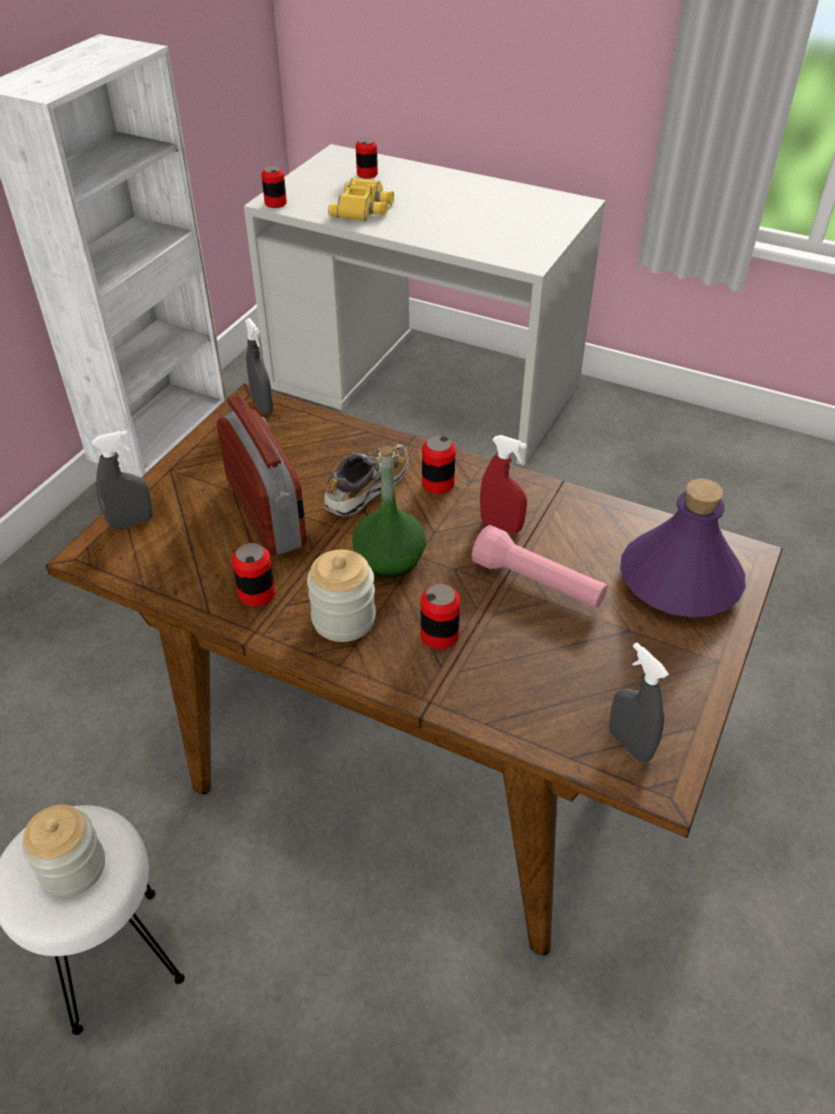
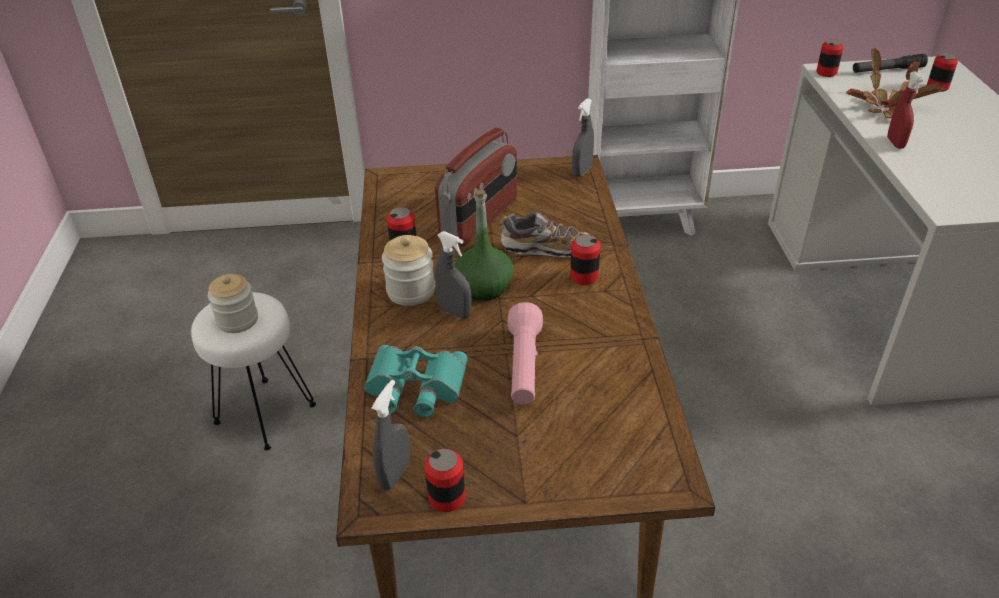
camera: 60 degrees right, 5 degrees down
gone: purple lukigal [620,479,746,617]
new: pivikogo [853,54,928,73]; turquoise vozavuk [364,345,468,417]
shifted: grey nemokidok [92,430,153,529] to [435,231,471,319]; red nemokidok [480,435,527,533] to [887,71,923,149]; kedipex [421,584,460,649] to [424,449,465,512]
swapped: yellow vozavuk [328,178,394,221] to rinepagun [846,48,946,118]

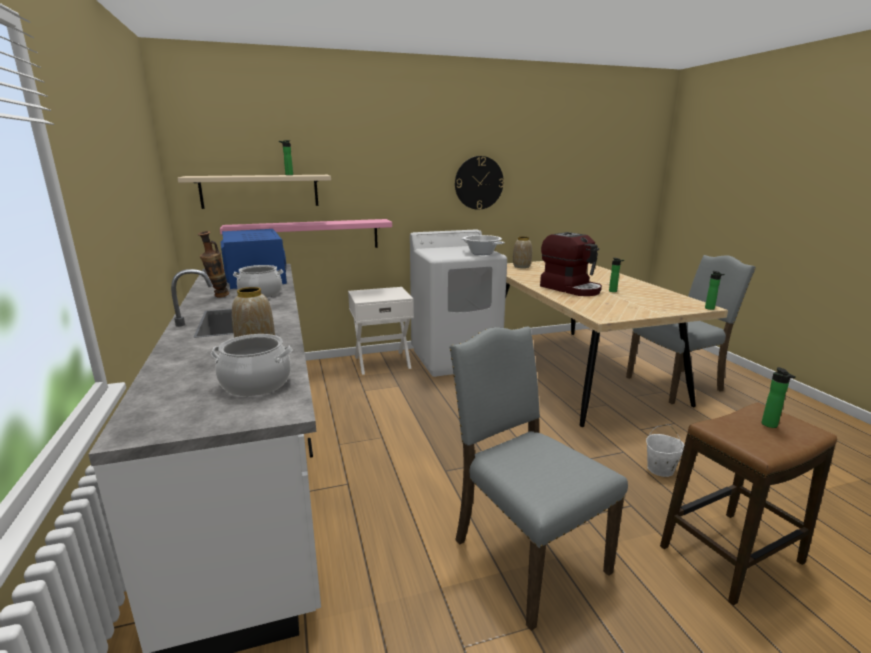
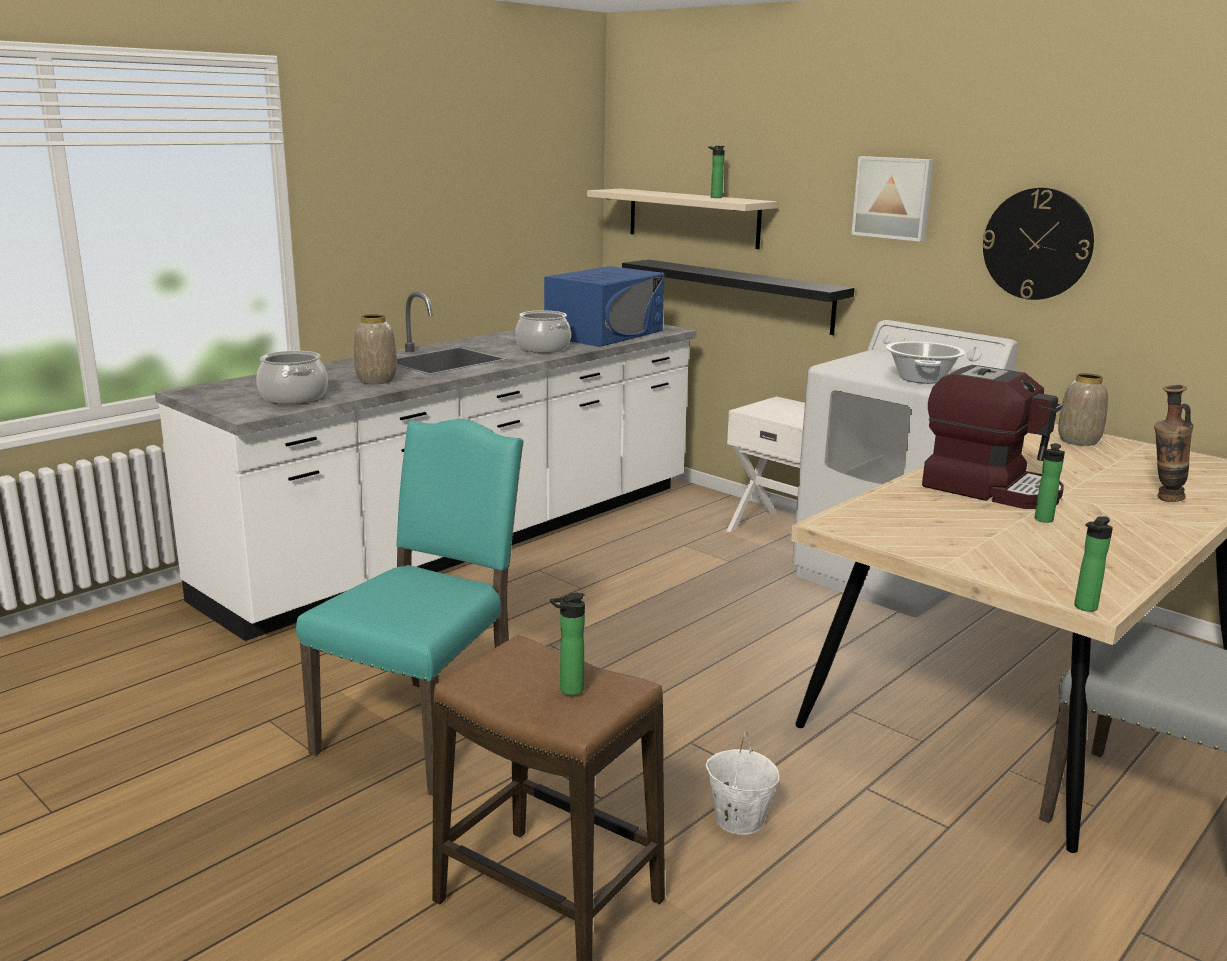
camera: 60 degrees right, 0 degrees up
new: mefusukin [851,156,934,242]
shifted: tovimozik [198,231,229,298] to [1154,385,1194,502]
repainted: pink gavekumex [220,219,392,248] to black gavekumex [622,260,854,335]; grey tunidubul [449,326,628,631] to turquoise tunidubul [296,419,524,796]
rotated: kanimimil [540,232,602,296] = [922,365,1064,509] 75 degrees counterclockwise

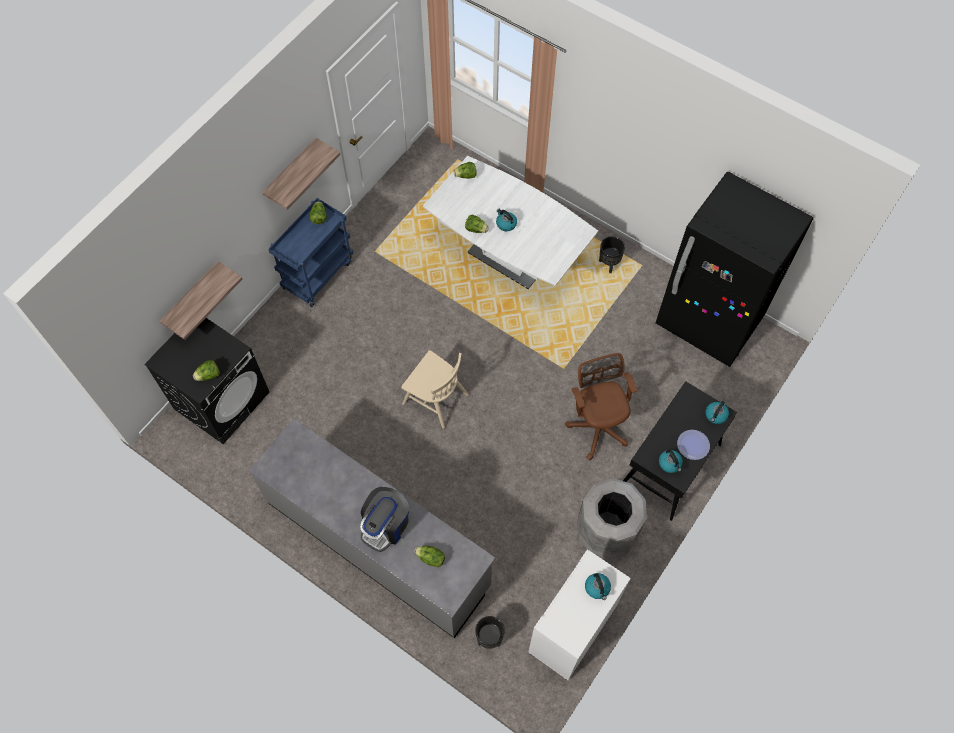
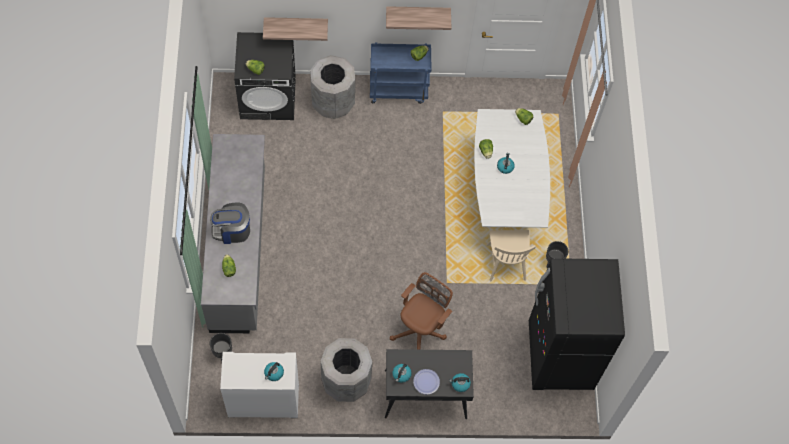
camera: 50 degrees right, 0 degrees up
new: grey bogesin [310,55,355,119]
shifted: beige tunidubul [401,350,469,428] to [486,230,536,281]

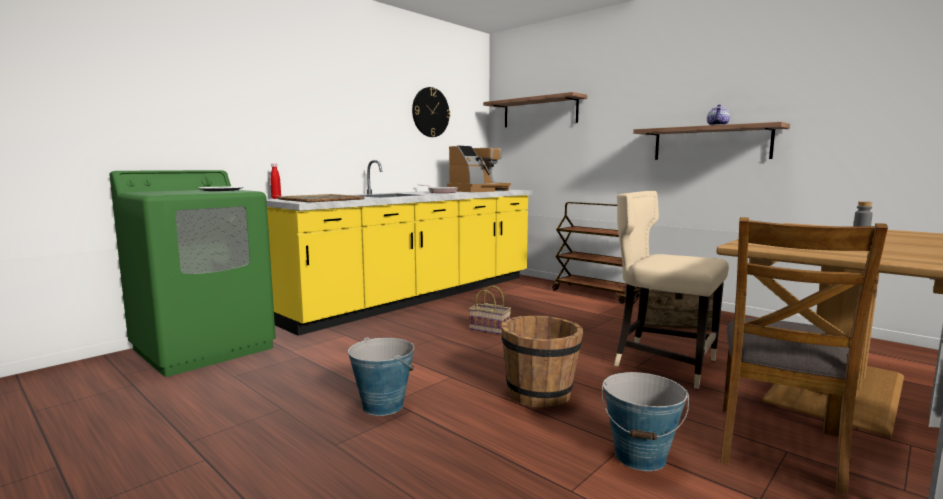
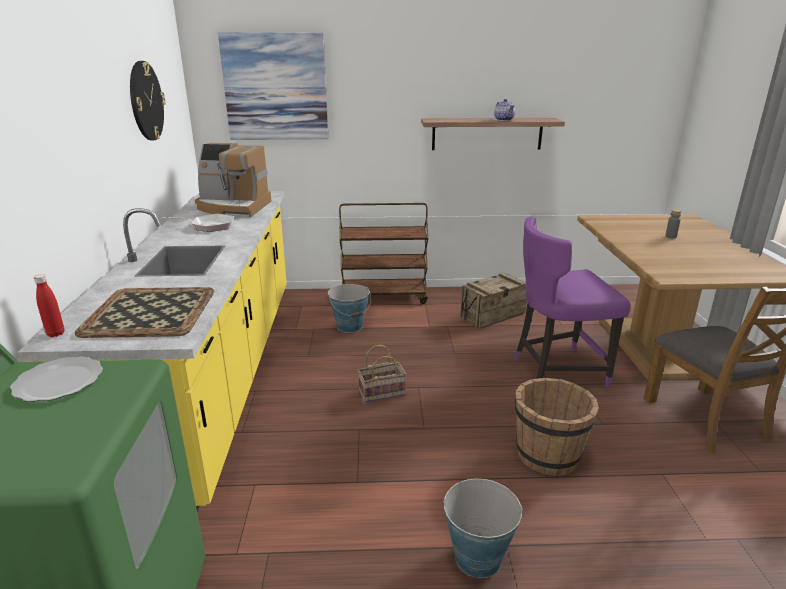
camera: 45 degrees left, 15 degrees up
shifted: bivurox [602,372,689,471] to [328,284,371,333]
swapped: gavekumex [483,92,588,127] to mefusukin [218,32,328,140]
repainted: beige tunidubul [614,191,729,389] to purple tunidubul [514,217,631,388]
rotated: kanimimil [447,146,511,192] = [195,143,271,217] 105 degrees clockwise

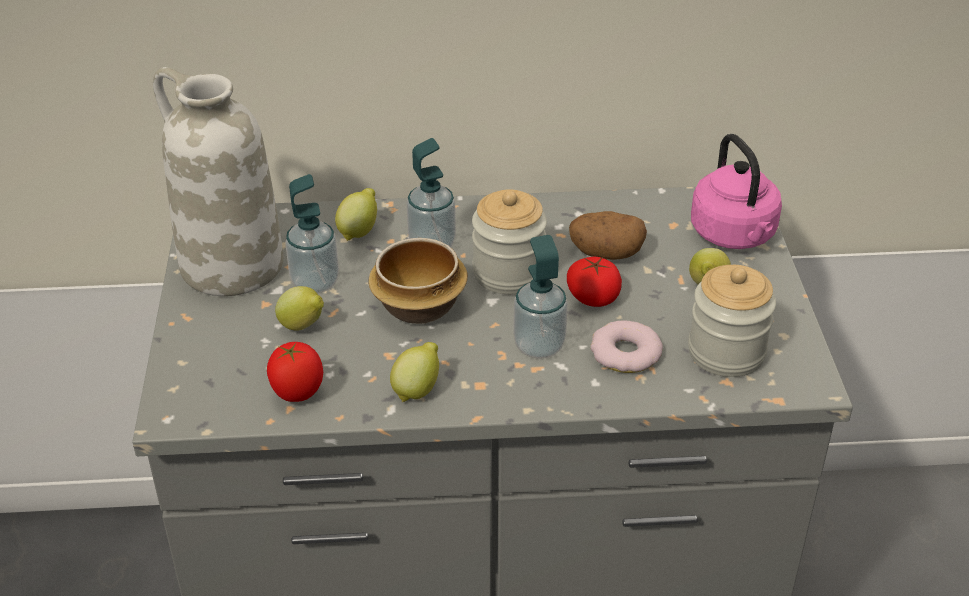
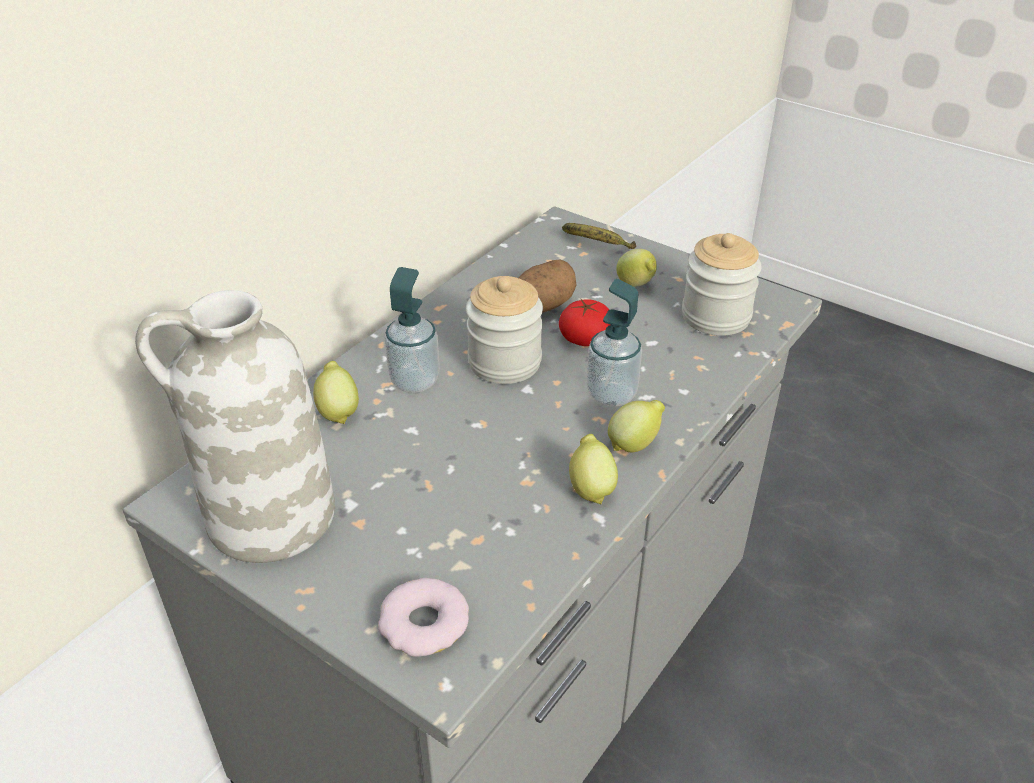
camera: 50 degrees left, 0 degrees up
gone: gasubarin [285,174,339,294]; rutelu [368,238,468,324]; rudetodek [267,342,323,402]
shifted: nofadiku [275,286,324,331] to [608,400,665,452]; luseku [590,321,663,373] to [378,578,469,657]
swapped: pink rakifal [691,134,782,249] to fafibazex [562,223,636,249]

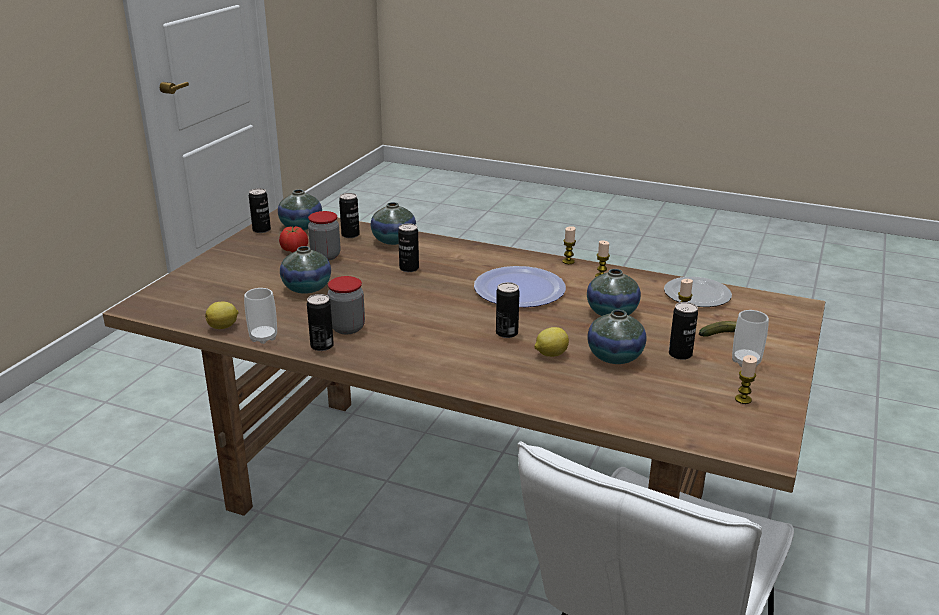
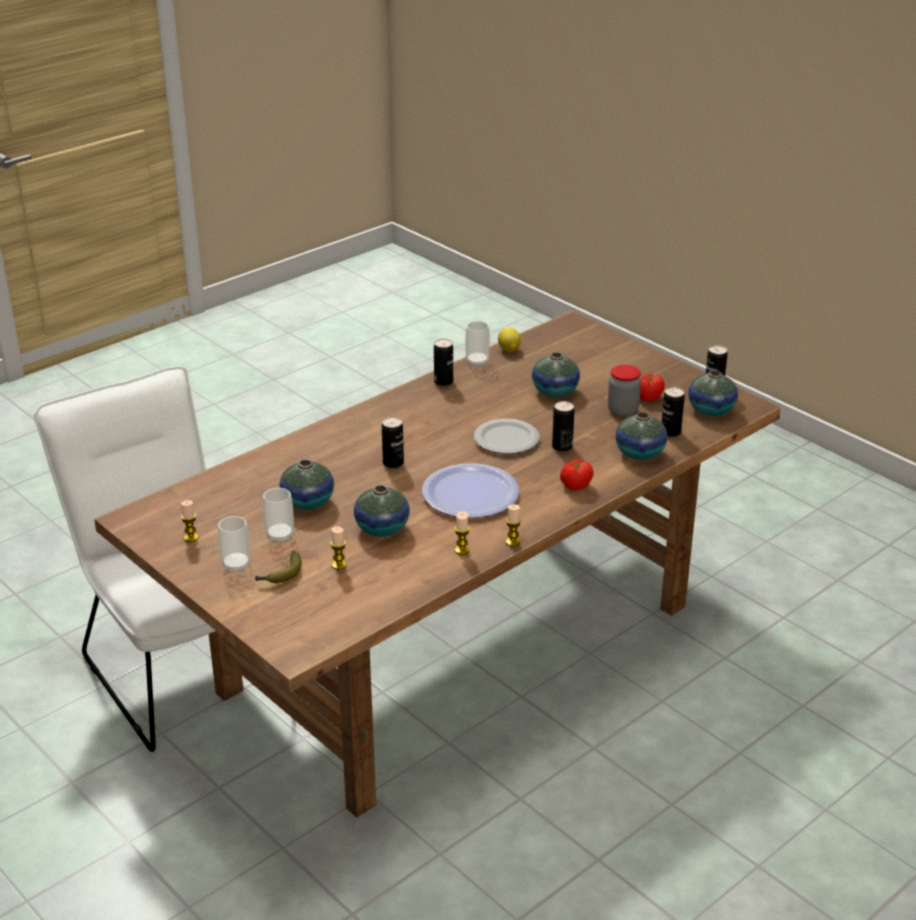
camera: 115 degrees right, 5 degrees up
gone: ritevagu [327,276,365,334]; nofadiku [534,327,569,357]
new: rudetodek [560,459,593,490]
shifted: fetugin [664,277,732,307] to [474,419,540,454]
swapped: kedipex [669,302,698,360] to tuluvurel [263,488,294,543]

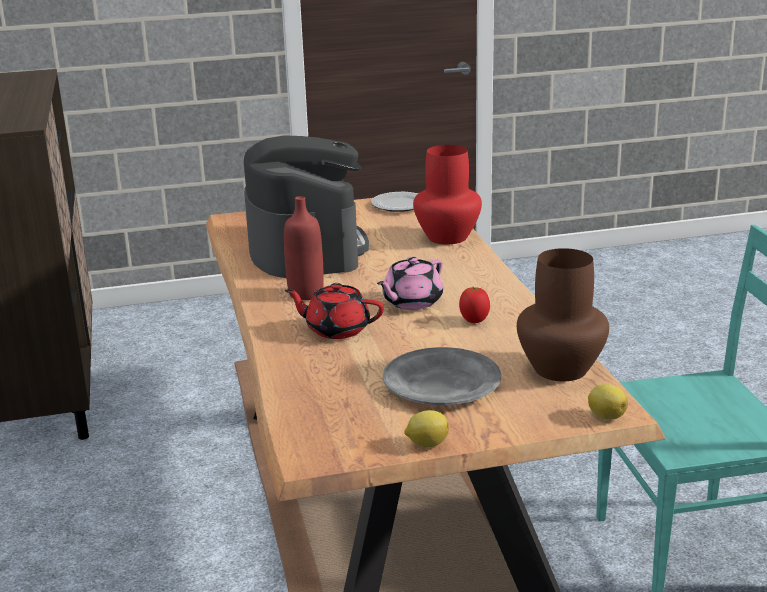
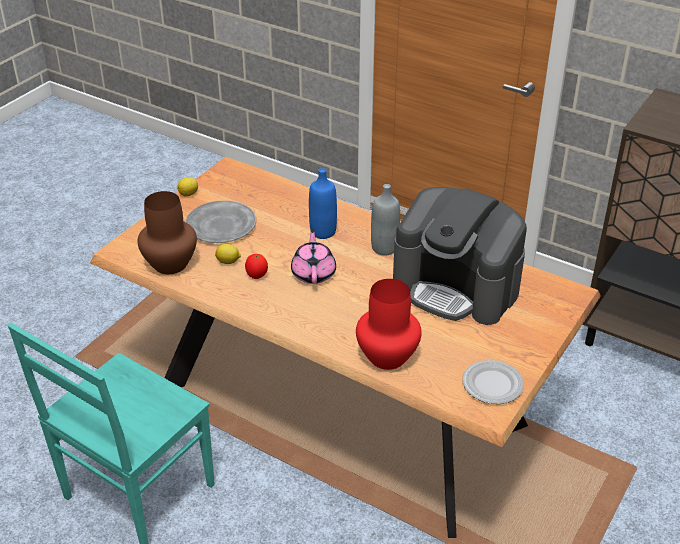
camera: 135 degrees right, 15 degrees up
shifted: nofadiku [588,384,628,420] to [215,244,241,264]
swapped: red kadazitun [284,283,384,339] to blue lukigal [309,168,337,239]
repainted: red lukigal [284,196,324,300] to grey lukigal [371,184,400,256]

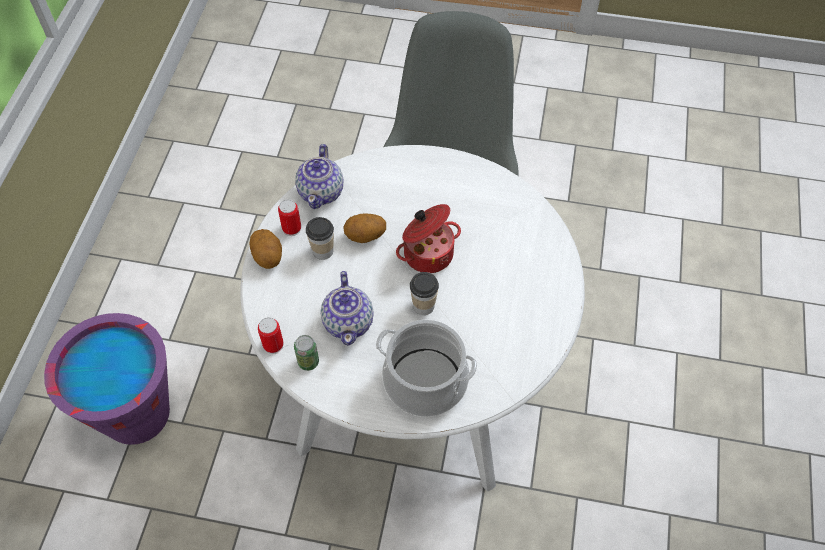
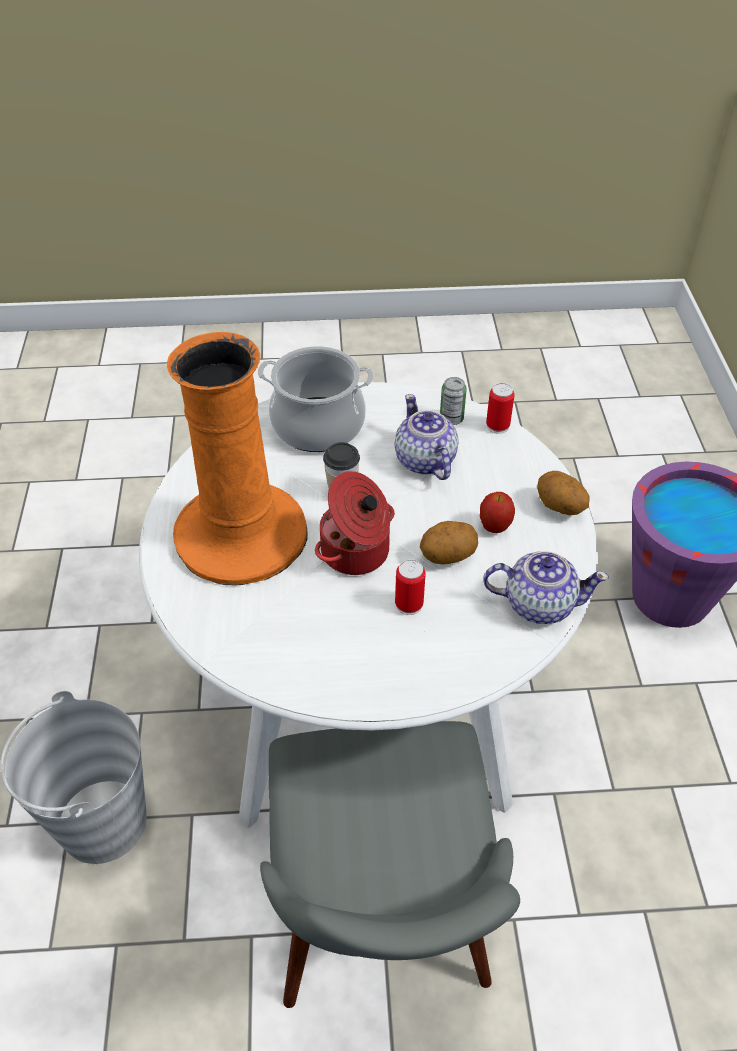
camera: 165 degrees right, 10 degrees down
new: orange tovimozik [167,332,308,585]; grey bivurox [0,691,147,864]
shifted: kedipex [278,199,301,236] to [395,559,425,615]
swapped: tuluvurel [306,217,334,260] to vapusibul [480,492,515,533]
rotated: kadazitun [295,144,343,209] = [483,551,609,624] 105 degrees clockwise

